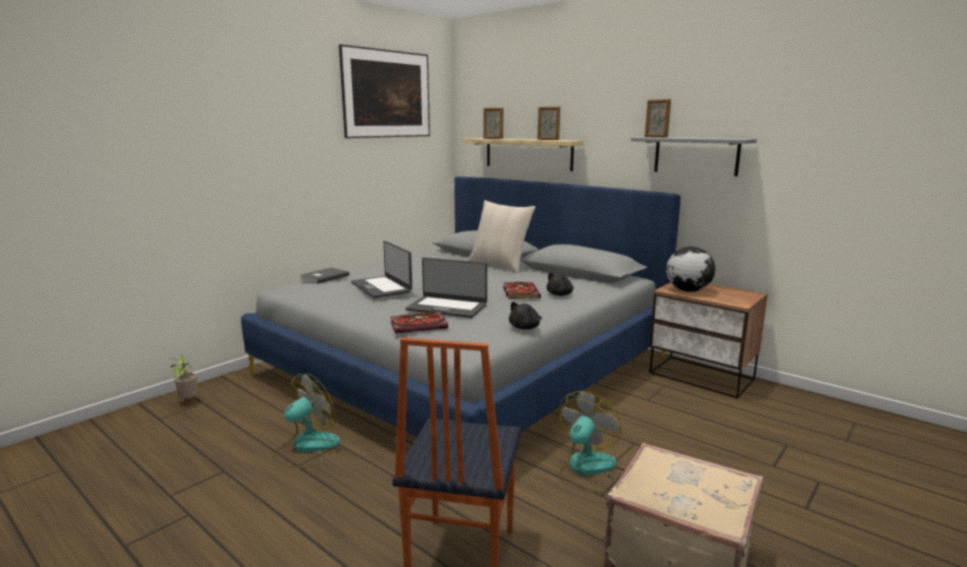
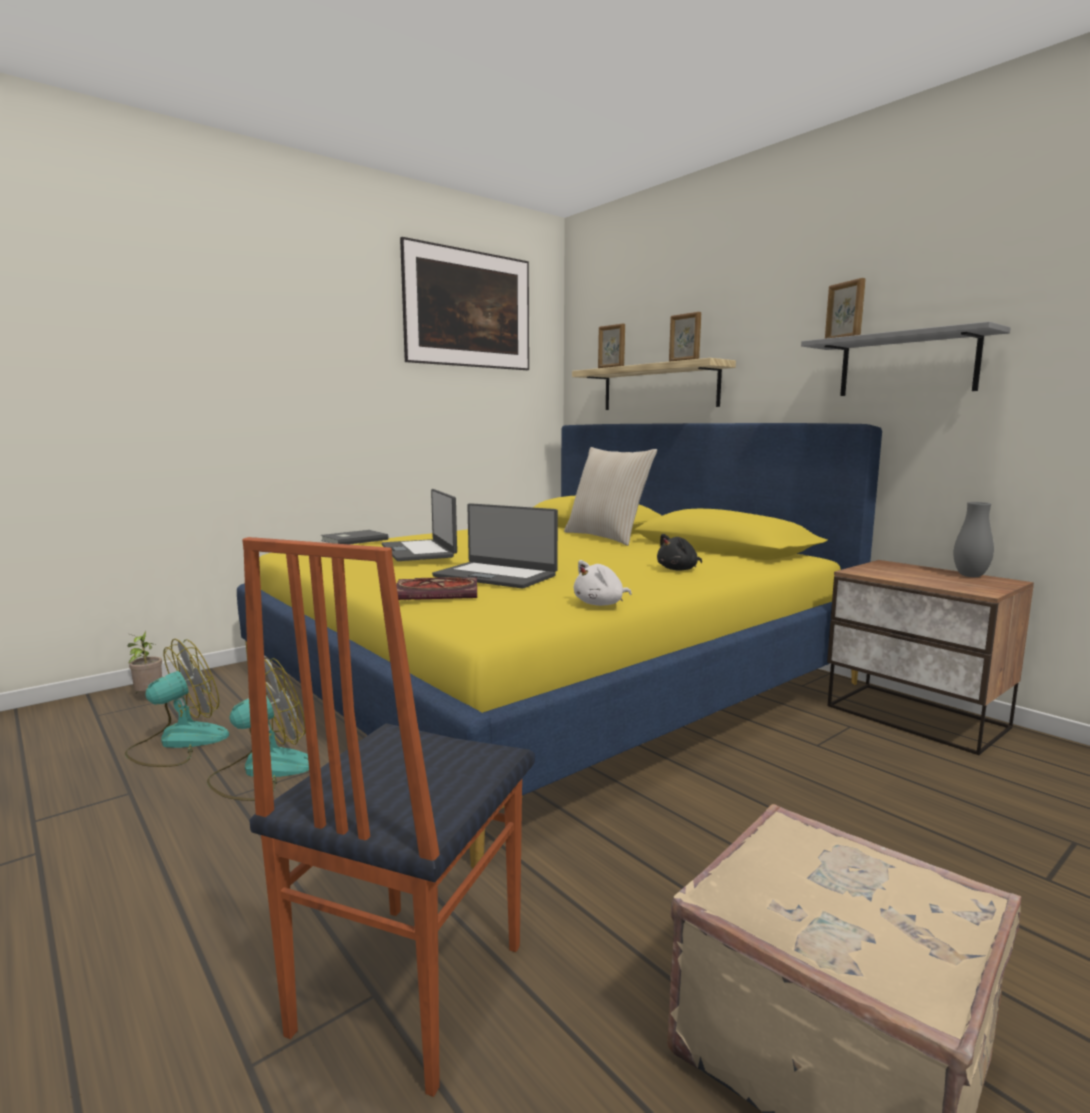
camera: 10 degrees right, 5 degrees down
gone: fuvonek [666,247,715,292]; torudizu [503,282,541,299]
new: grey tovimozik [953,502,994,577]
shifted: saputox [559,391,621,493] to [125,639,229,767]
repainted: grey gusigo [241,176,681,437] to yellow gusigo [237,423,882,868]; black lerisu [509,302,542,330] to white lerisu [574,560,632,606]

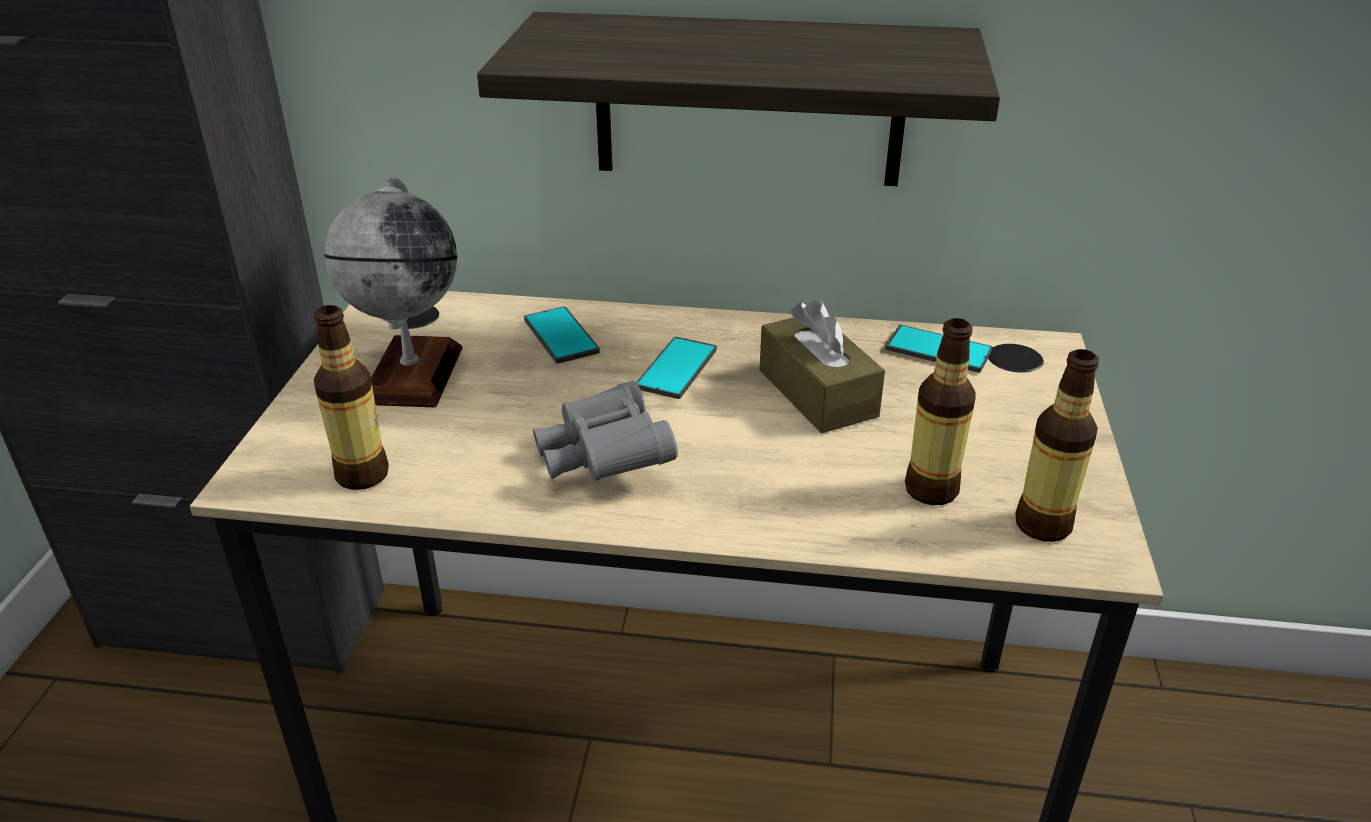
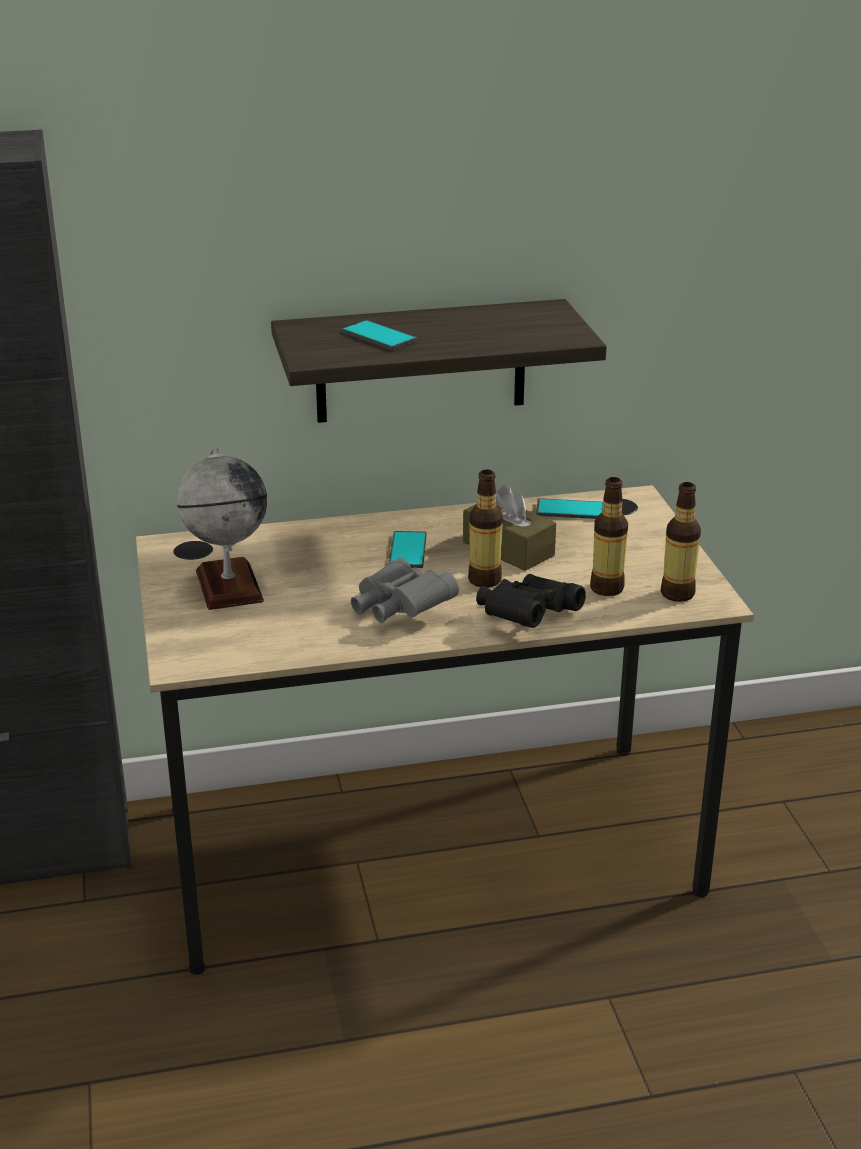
camera: 20 degrees left, 5 degrees down
new: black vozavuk [476,574,586,628]
shifted: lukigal [314,305,389,490] to [468,470,503,588]; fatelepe [524,307,600,364] to [342,320,417,350]

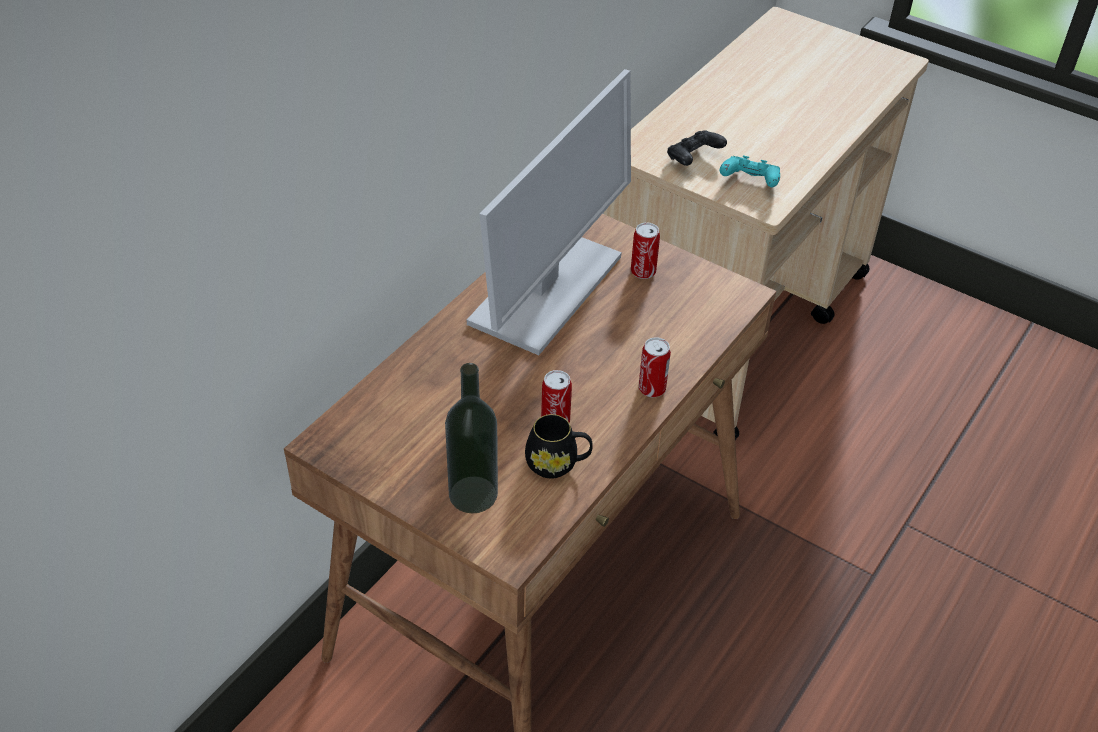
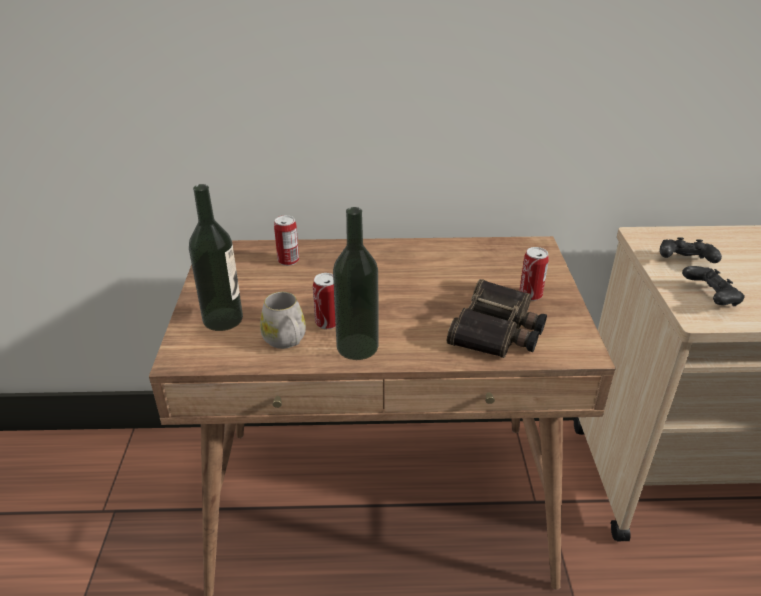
camera: 55 degrees right, 10 degrees down
gone: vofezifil [467,69,631,355]
new: lukigal [333,207,378,360]; vozavuk [447,279,547,358]
shifted: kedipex [639,337,671,397] to [274,215,299,266]
repainted: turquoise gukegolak [720,155,780,187] to black gukegolak [682,266,745,306]; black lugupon [525,414,592,479] to white lugupon [260,292,306,349]

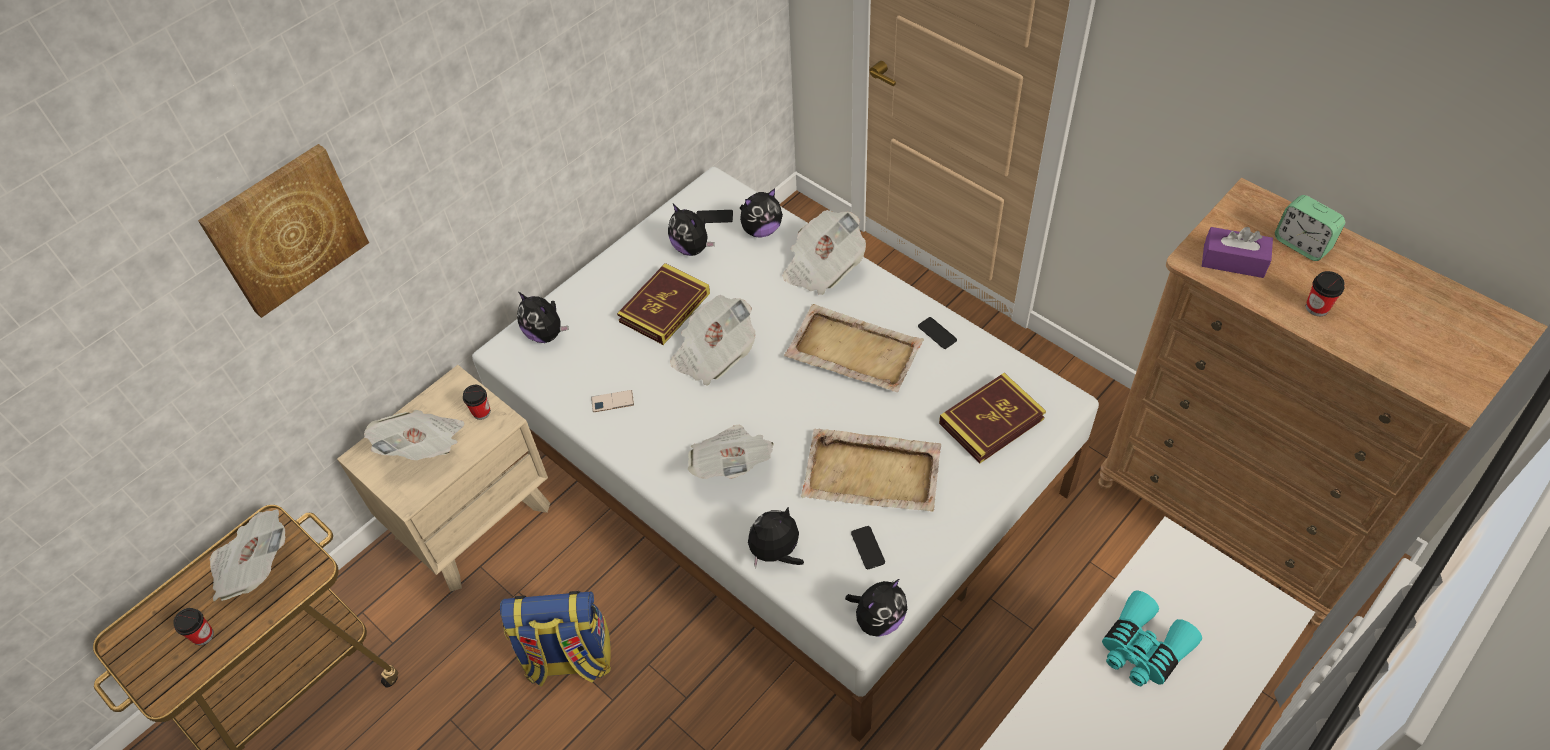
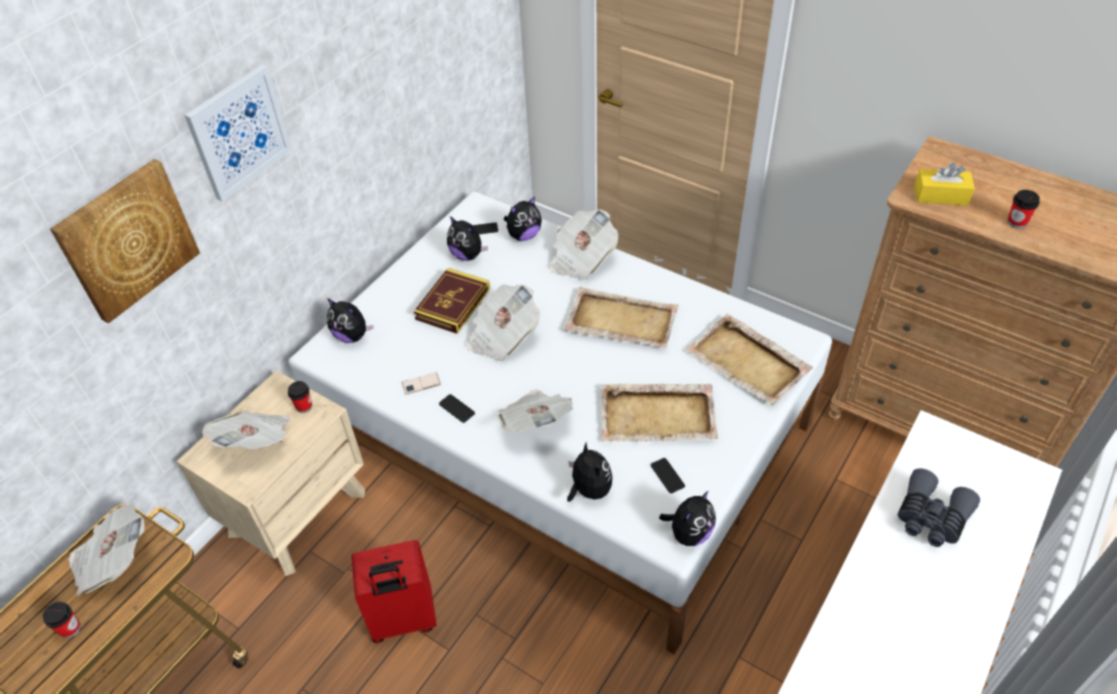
camera: 10 degrees left, 5 degrees down
gone: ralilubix [1275,195,1345,261]
new: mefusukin [184,64,292,201]
shifted: fatelepe [918,317,957,349] to [439,394,475,423]
swapped: torudizu [939,373,1046,463] to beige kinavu [685,314,813,405]; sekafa [500,591,611,687] to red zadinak [351,540,437,643]
repainted: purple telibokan [1202,227,1273,278] to yellow telibokan [914,162,975,205]; turquoise vozavuk [1102,590,1202,686] to grey vozavuk [898,468,980,547]
rotated: lerisu [748,507,804,568] = [567,443,612,502] 105 degrees clockwise

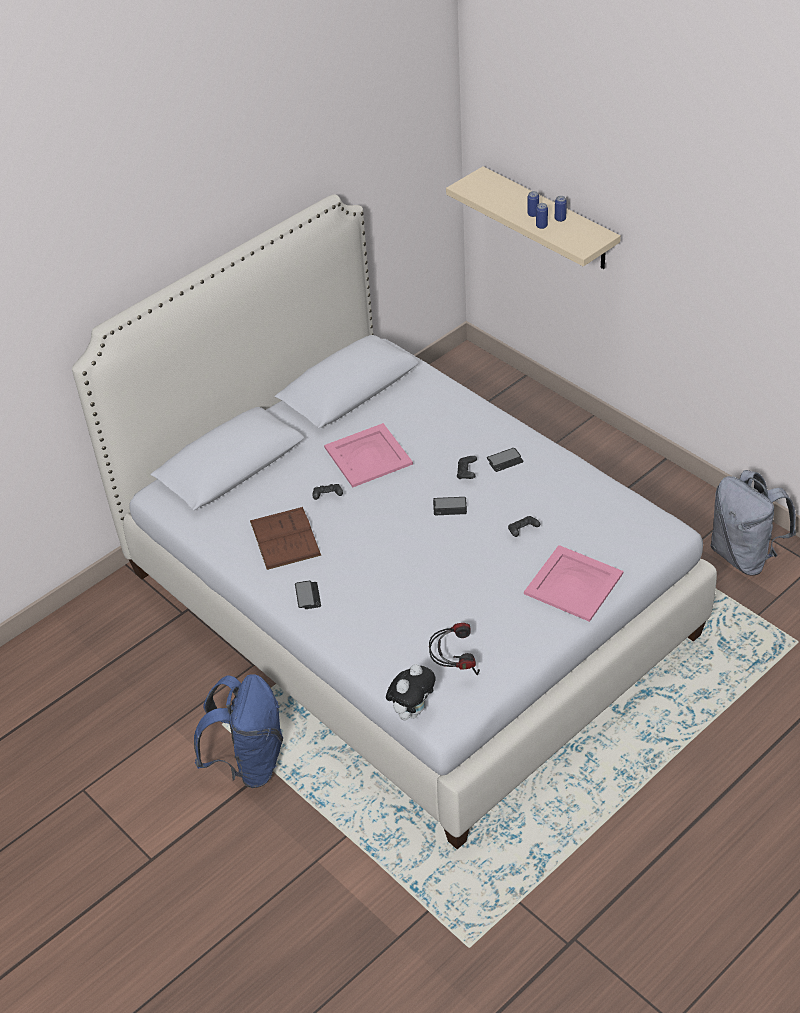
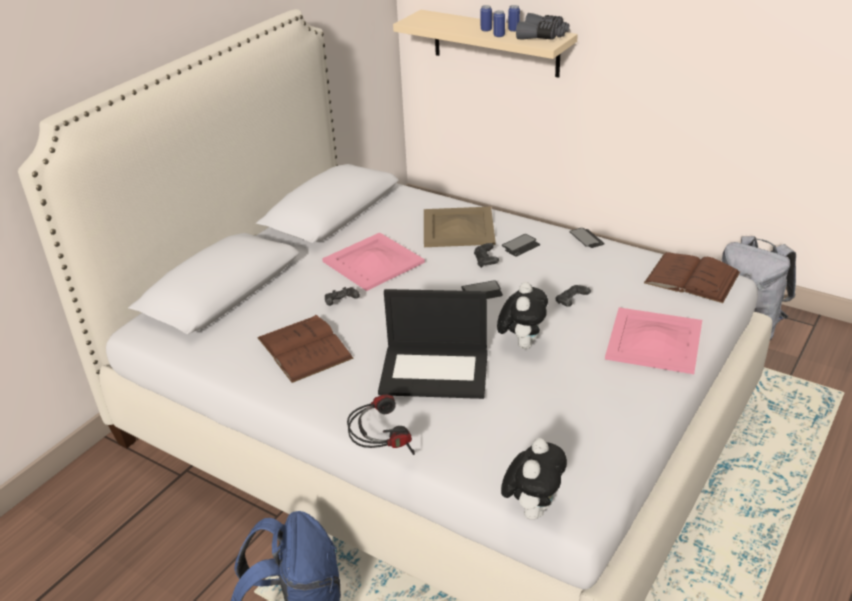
camera: 15 degrees left, 10 degrees down
new: grey vozavuk [516,13,569,40]; beige kinavu [424,207,496,247]; brown torudizu [644,252,740,303]; lerisu [497,282,548,349]; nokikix [378,289,488,399]
shifted: fatelepe [295,581,321,609] to [569,228,605,248]; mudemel [429,623,480,675] to [347,395,415,455]

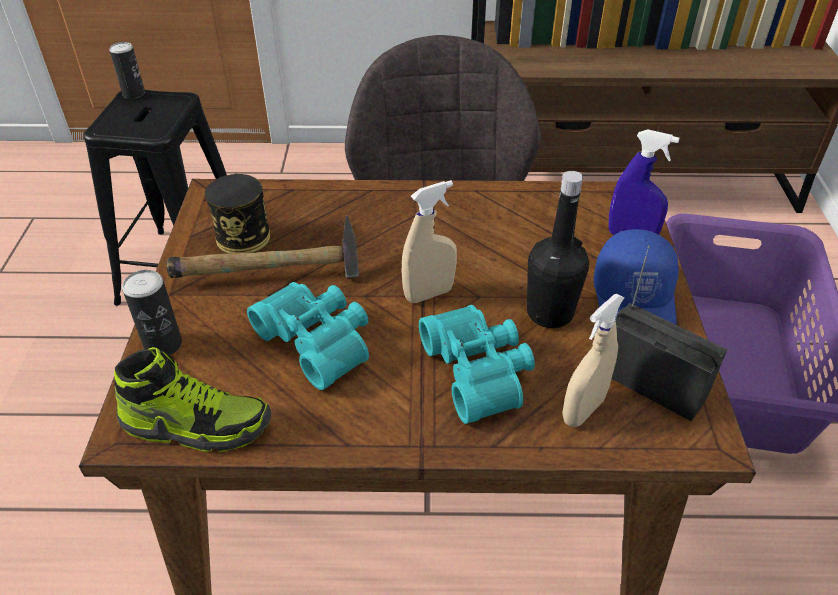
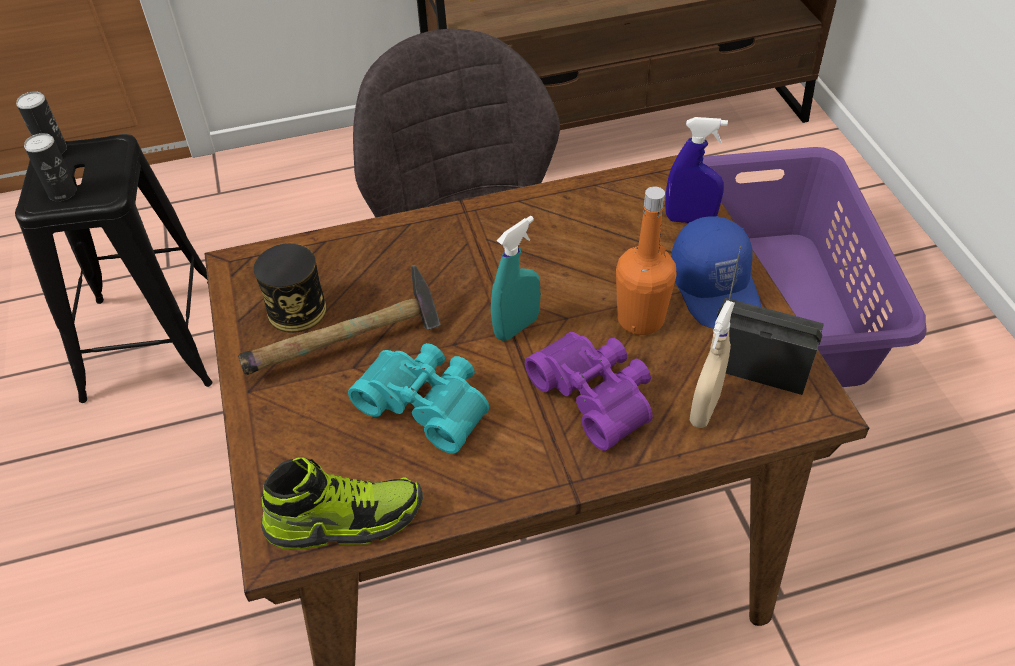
camera: 15 degrees left, 5 degrees up
shifted: kedipex [122,270,182,355] to [24,133,77,201]
repainted: black lukigal [527,171,589,328] to orange lukigal [616,186,676,335]; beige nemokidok [402,180,457,303] to turquoise nemokidok [491,216,541,341]; turquoise vozavuk [419,305,535,424] to purple vozavuk [525,332,653,451]

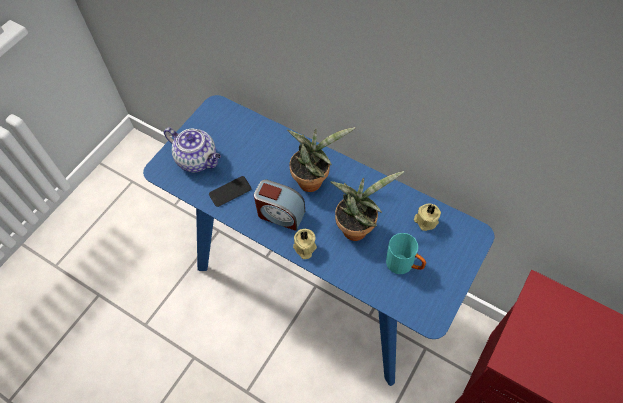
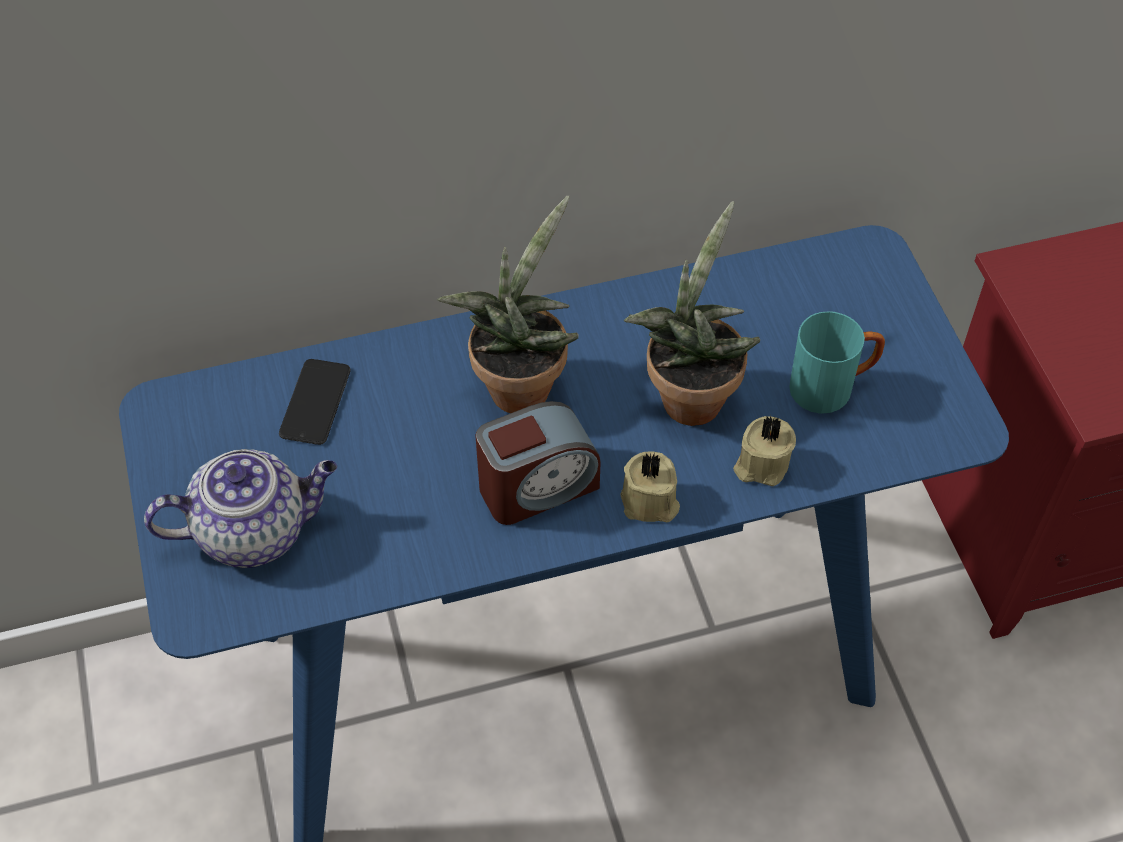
camera: 50 degrees left, 5 degrees down
shifted: fatelepe [209,176,252,207] to [279,359,351,445]; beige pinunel [414,204,441,231] to [733,415,796,486]

